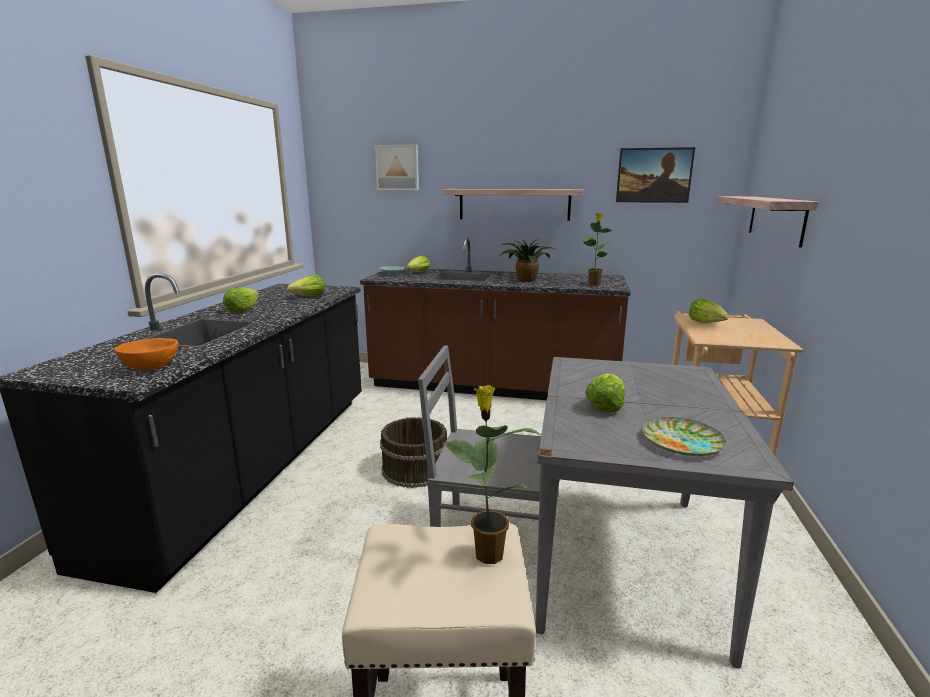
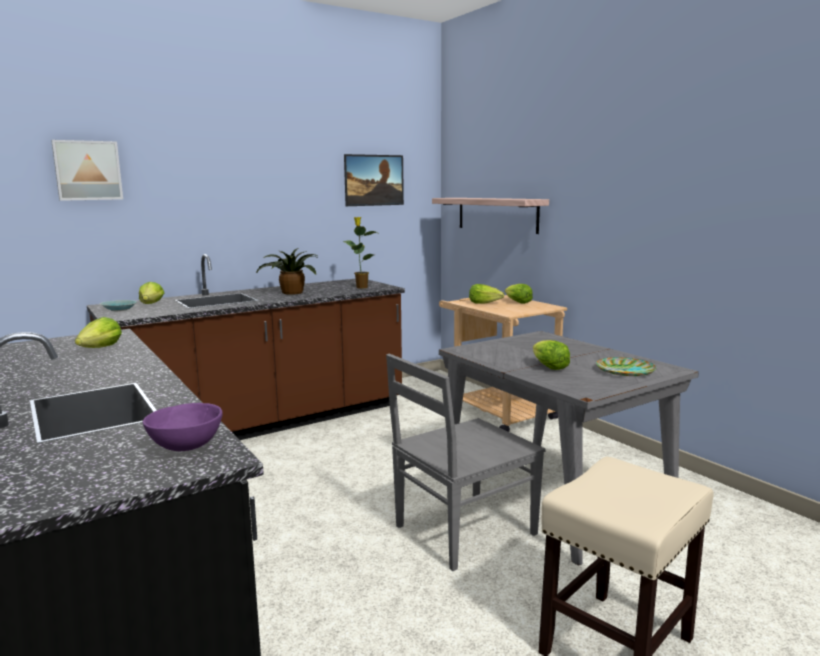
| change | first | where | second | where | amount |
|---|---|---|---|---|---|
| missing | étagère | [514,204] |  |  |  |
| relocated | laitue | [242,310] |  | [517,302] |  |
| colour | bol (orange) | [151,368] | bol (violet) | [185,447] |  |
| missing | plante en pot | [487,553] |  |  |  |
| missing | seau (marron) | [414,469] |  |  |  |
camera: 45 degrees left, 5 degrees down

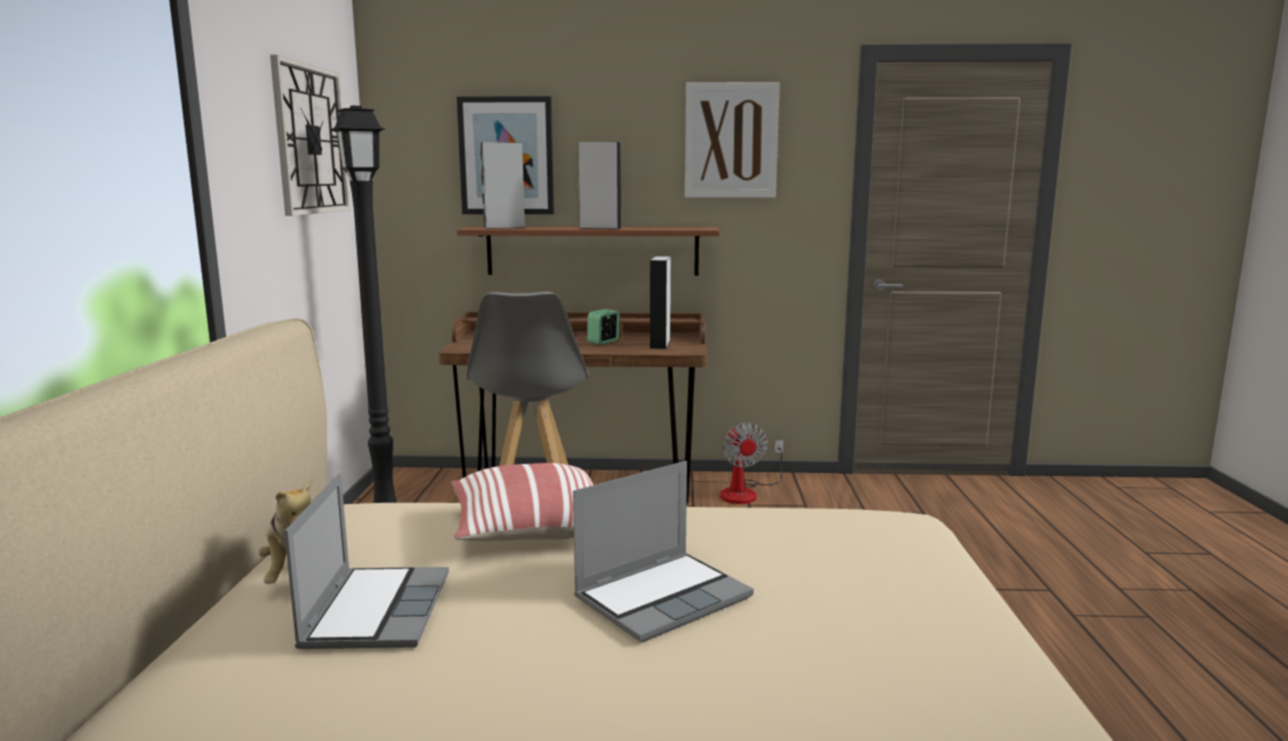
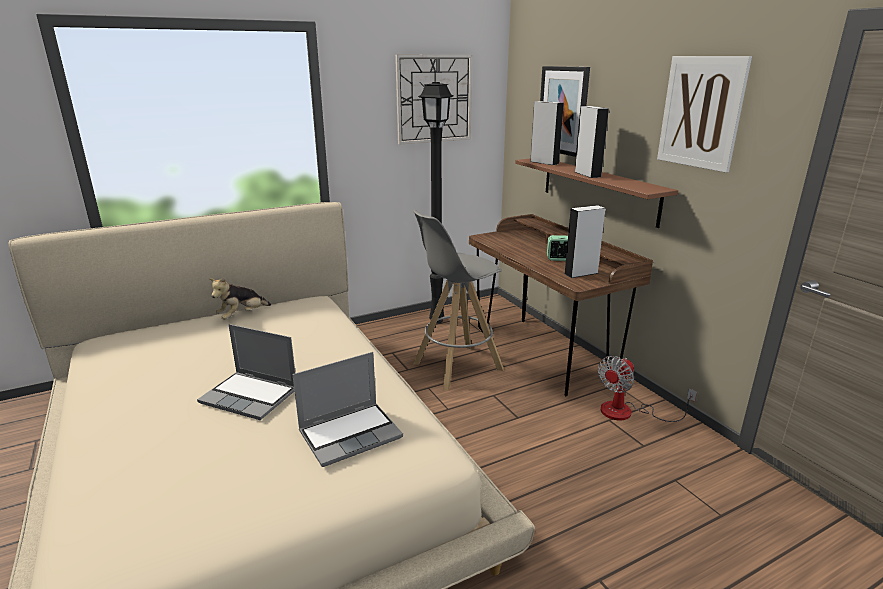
| change | first | where | second | where | amount |
|---|---|---|---|---|---|
| missing | coussin | [527,530] |  |  |  |
| relocated | ordinateur portable | [376,610] |  | [351,434] |  |
camera: 60 degrees right, 10 degrees up

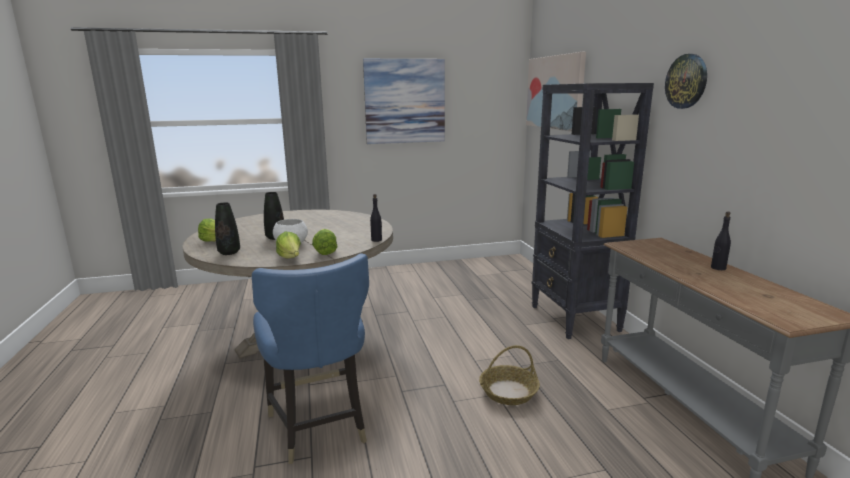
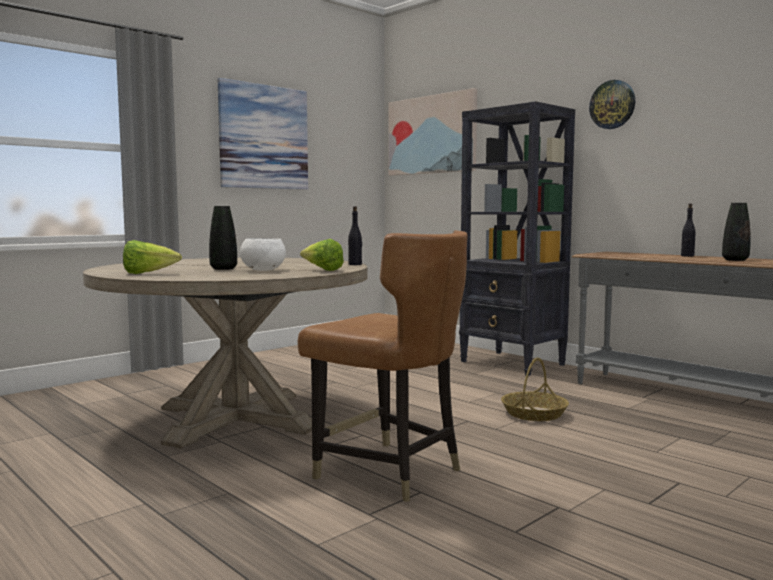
| change | first | where | second | where | amount |
|---|---|---|---|---|---|
| relocated | vase (noir) | [229,252] |  | [735,260] |  |
| missing | laitue | [291,258] |  |  |  |
| colour | chaise (bleu) | [319,426] | chaise (marron) | [389,472] |  |
camera: 30 degrees left, 10 degrees down

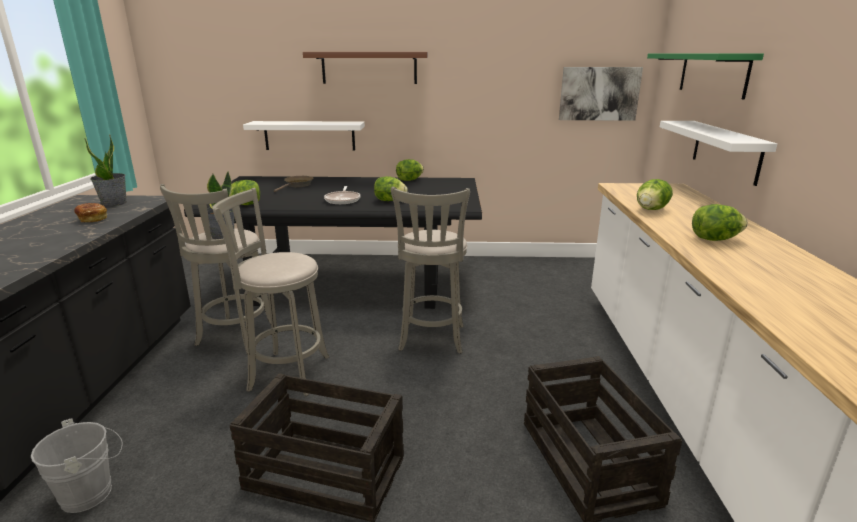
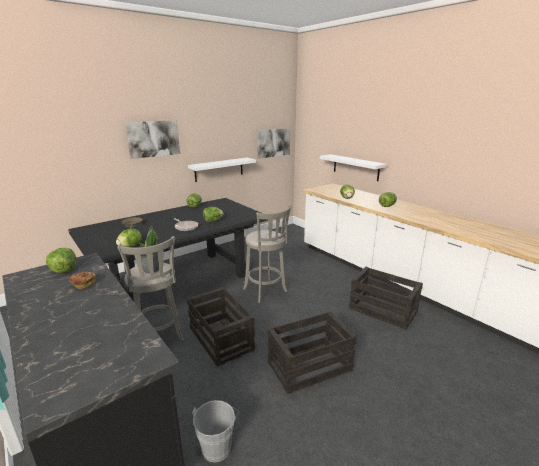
| change | first | where | second | where | amount |
|---|---|---|---|---|---|
| exchanged | étagère (marron) | [369,68] | tableau | [153,138] |  |
| missing | étagère (vert) | [712,73] |  |  |  |
| relocated | étagère (blanc) | [309,135] |  | [219,169] |  |
| exchanged | plante en pot | [114,203] | laitue | [64,270] |  |
| exchanged | tabouret (gris) | [285,372] | caisse | [220,339] |  |
camera: 40 degrees left, 0 degrees up

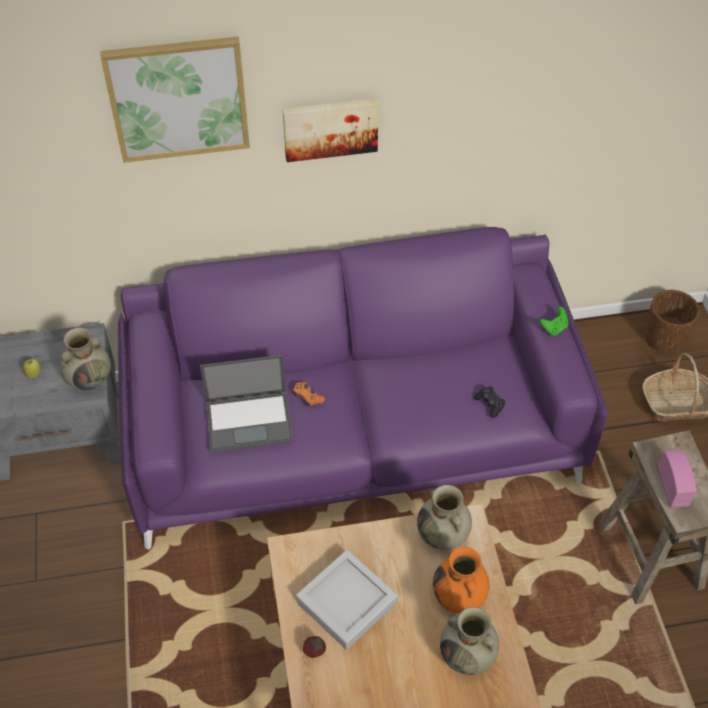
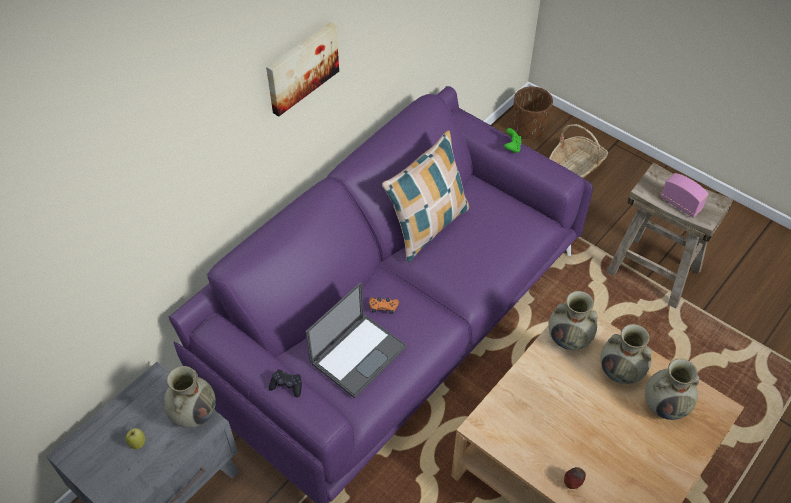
| change | first | where | second | where | amount |
|---|---|---|---|---|---|
| missing | tableau | [178,98] |  |  |  |
| relocated | manette (noir) | [490,404] |  | [287,386] |  |
| colour | vase (orange) | [459,597] | vase (beige) | [621,371] |  |
| missing | plateau (gris) | [346,602] |  |  |  |
| appeared |  |  | coussin | [427,227] |  |
camera: 40 degrees left, 0 degrees up

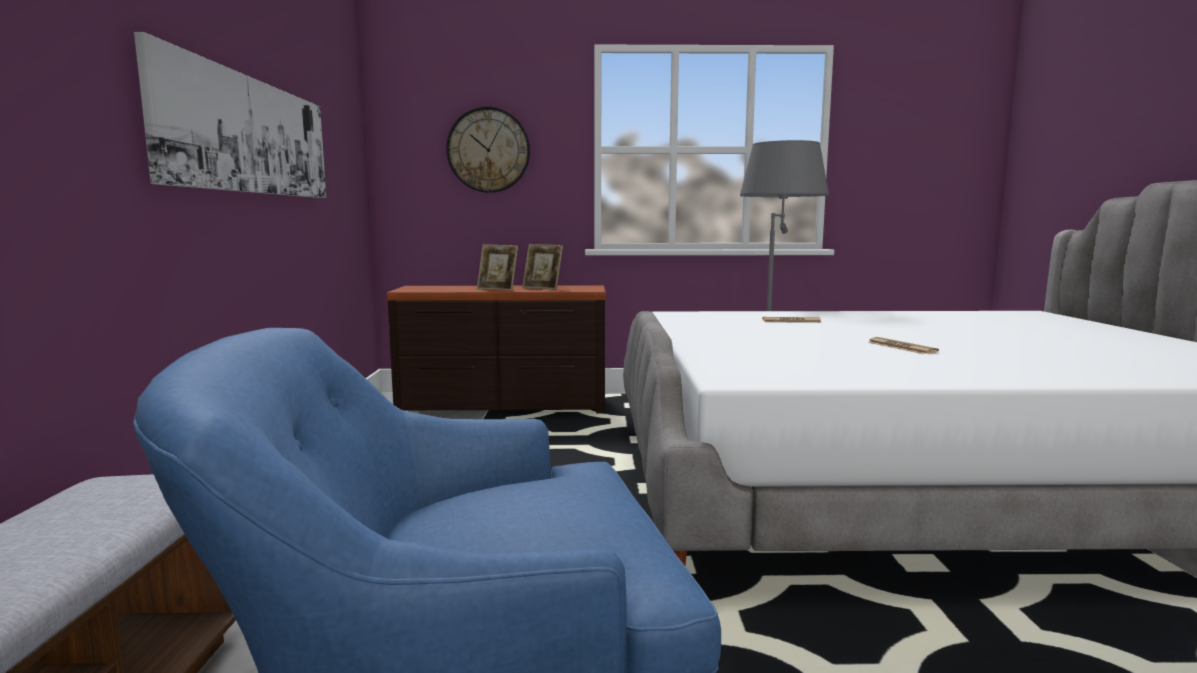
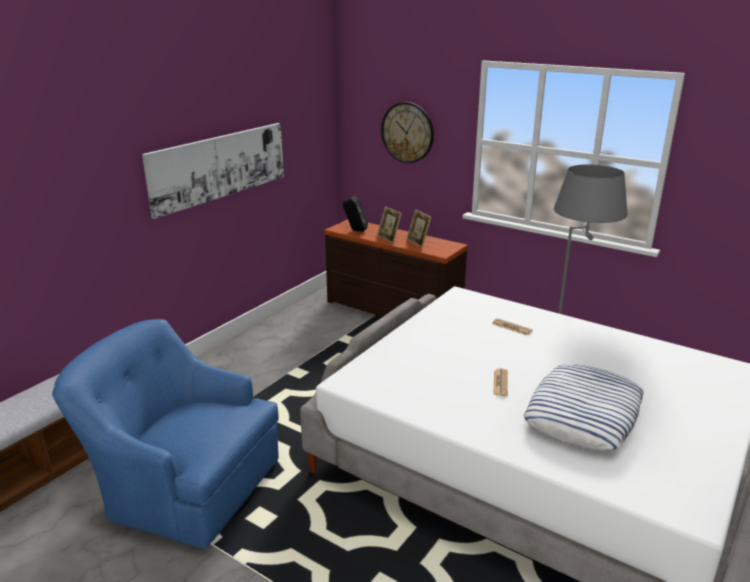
| change | first | where | second | where | amount |
|---|---|---|---|---|---|
| appeared |  |  | enceinte (noir) | [355,230] |  |
| appeared |  |  | coussin | [583,414] |  |
camera: 35 degrees right, 15 degrees up

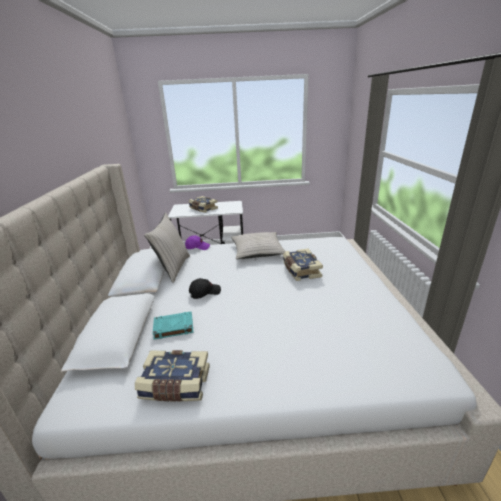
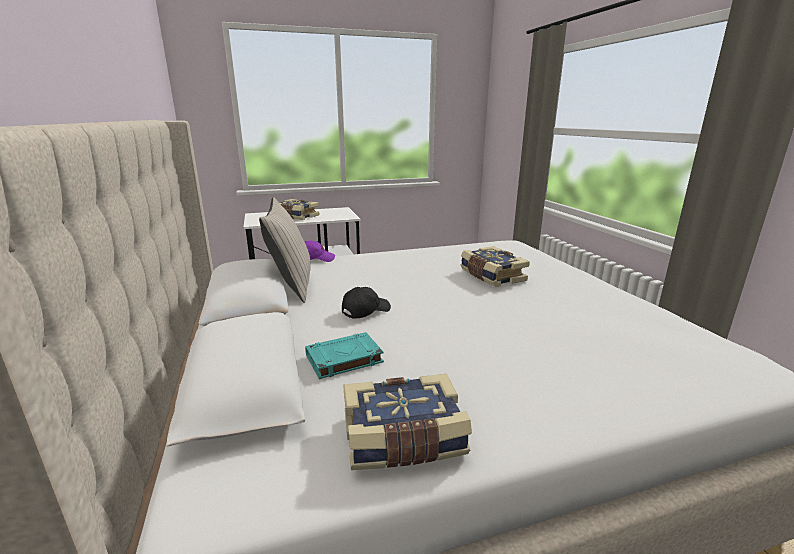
| change | first | where | second | where | amount |
|---|---|---|---|---|---|
| missing | coussin (beige) | [257,251] |  |  |  |
camera: 15 degrees left, 5 degrees down

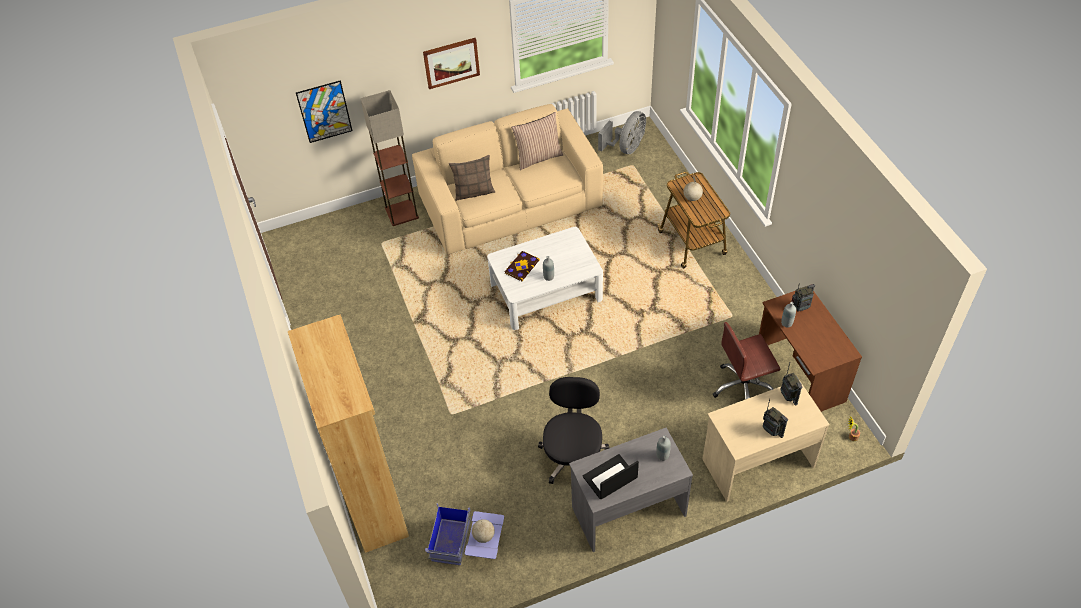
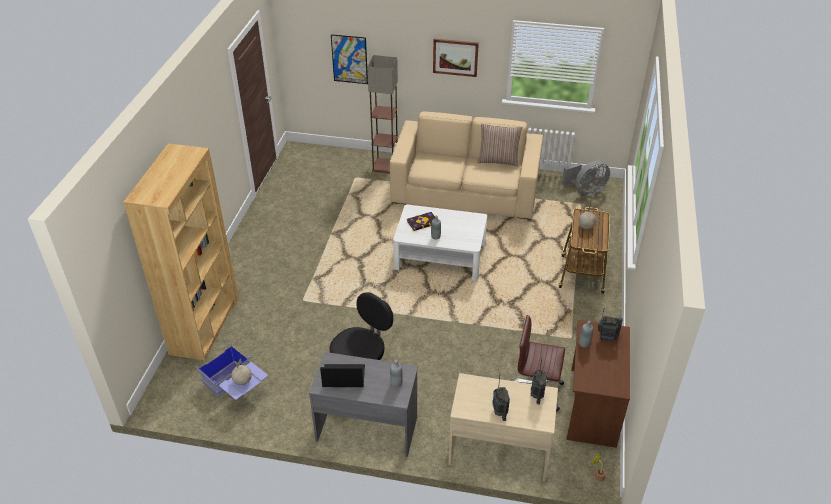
| change | first | where | second | where | amount |
|---|---|---|---|---|---|
| missing | coussin | [474,192] |  |  |  |
camera: 30 degrees right, 10 degrees down

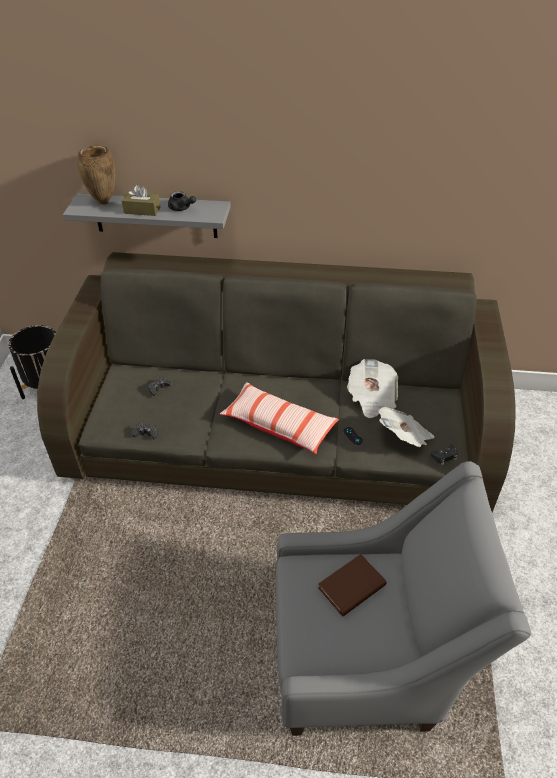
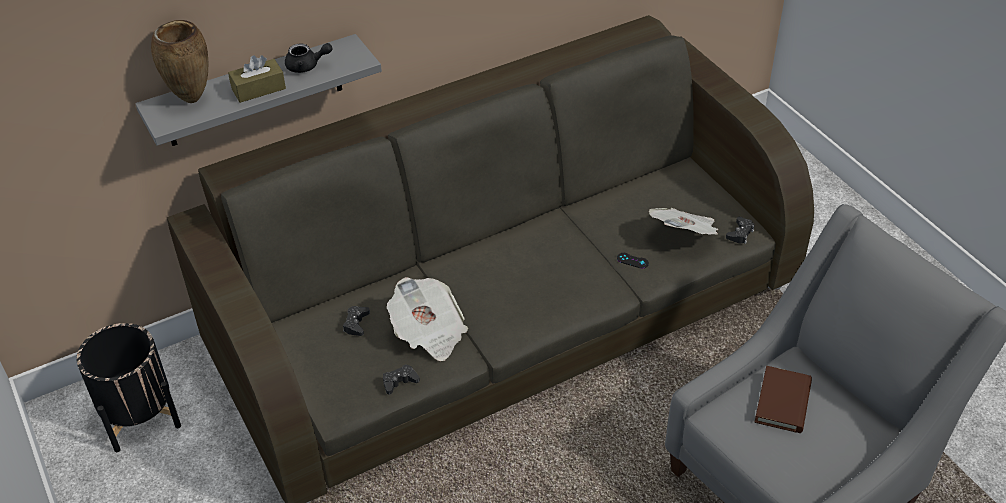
| change | first | where | second | where | amount |
|---|---|---|---|---|---|
| relocated | journal | [371,398] |  | [429,332] |  |
| missing | coussin | [279,425] |  |  |  |
camera: 35 degrees left, 0 degrees up

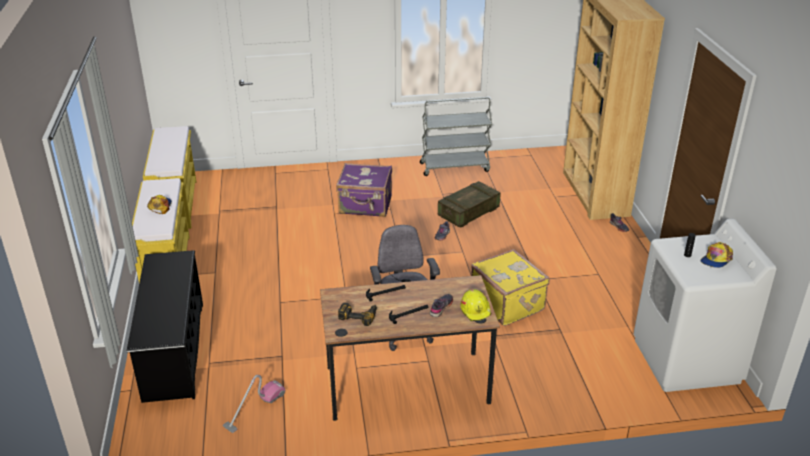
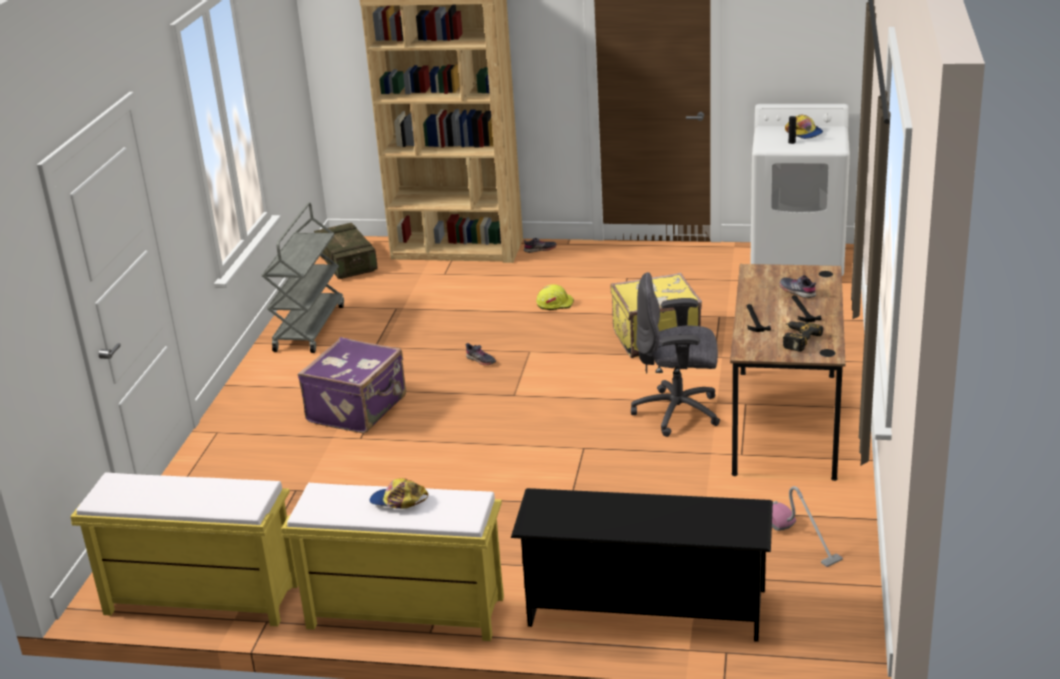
| change | first | where | second | where | amount |
|---|---|---|---|---|---|
| relocated | caisse | [468,213] |  | [347,263] |  |
| relocated | casque de chantier (jaune) | [476,310] |  | [555,303] |  |
camera: 70 degrees left, 5 degrees down

